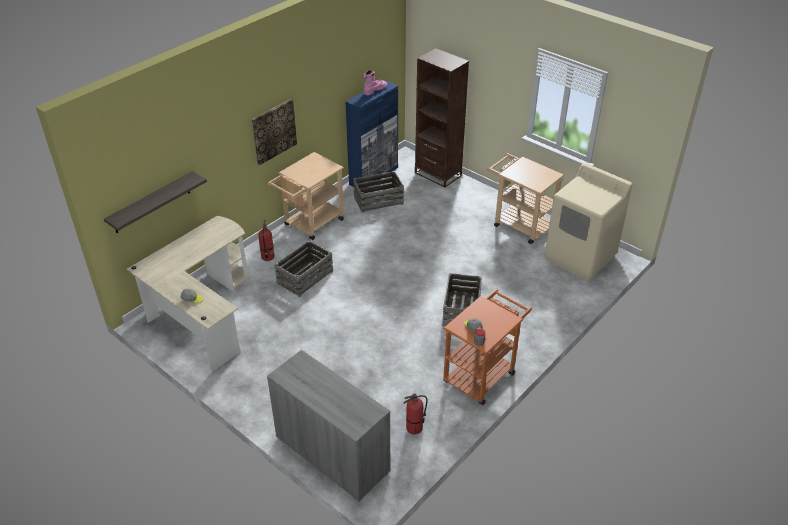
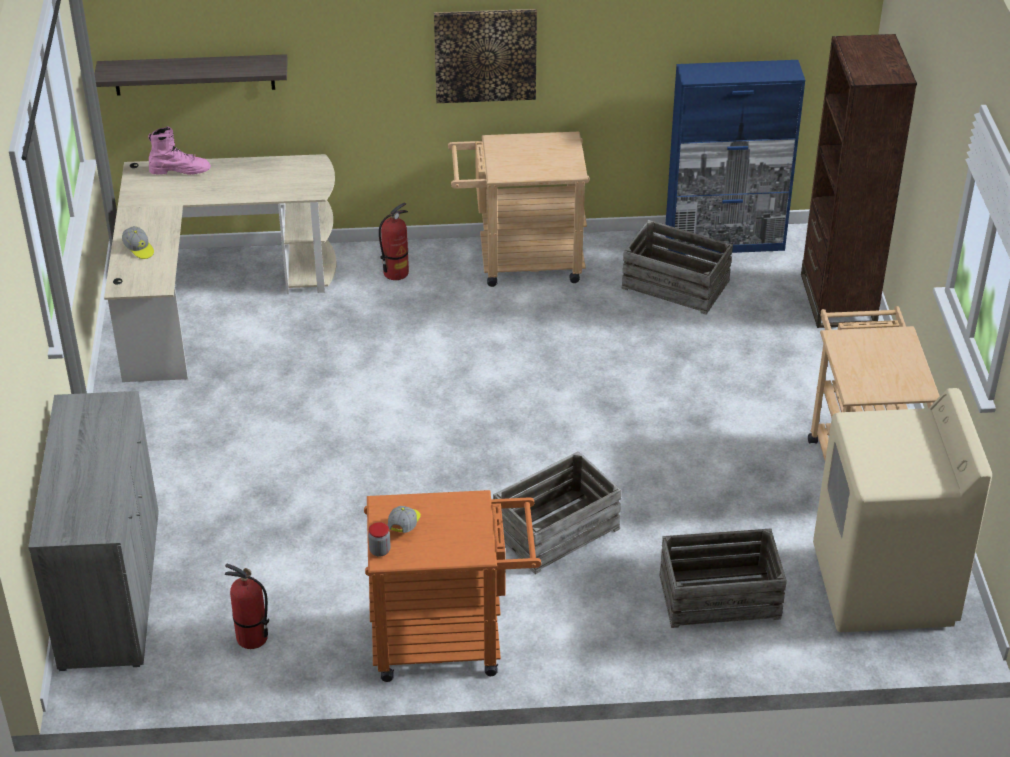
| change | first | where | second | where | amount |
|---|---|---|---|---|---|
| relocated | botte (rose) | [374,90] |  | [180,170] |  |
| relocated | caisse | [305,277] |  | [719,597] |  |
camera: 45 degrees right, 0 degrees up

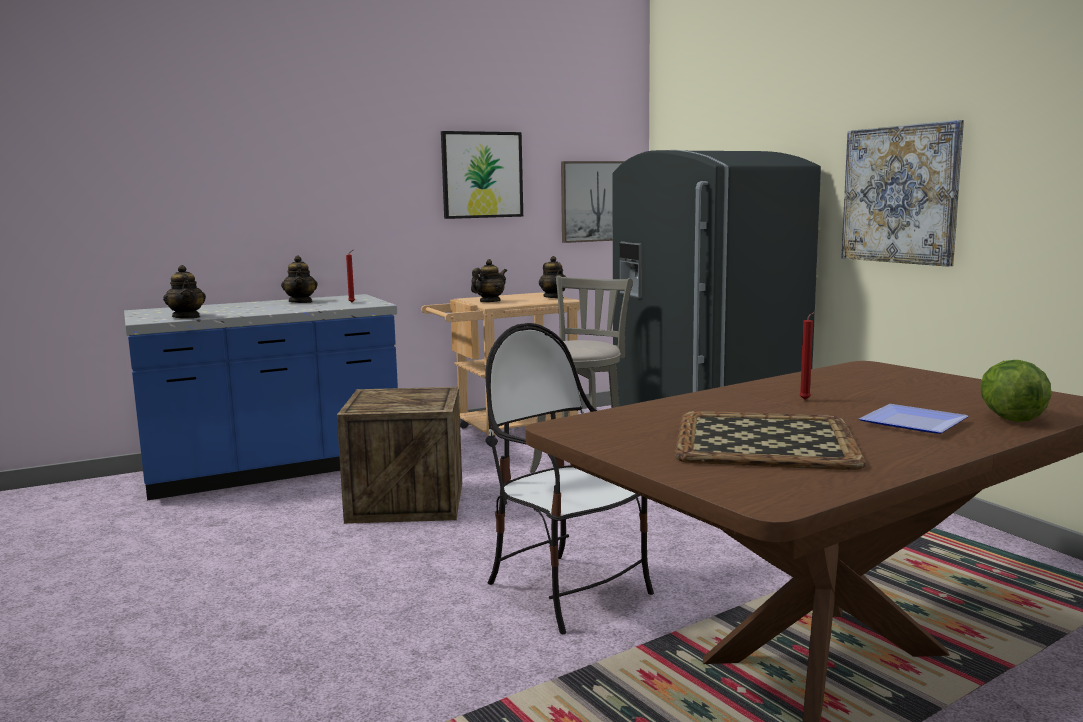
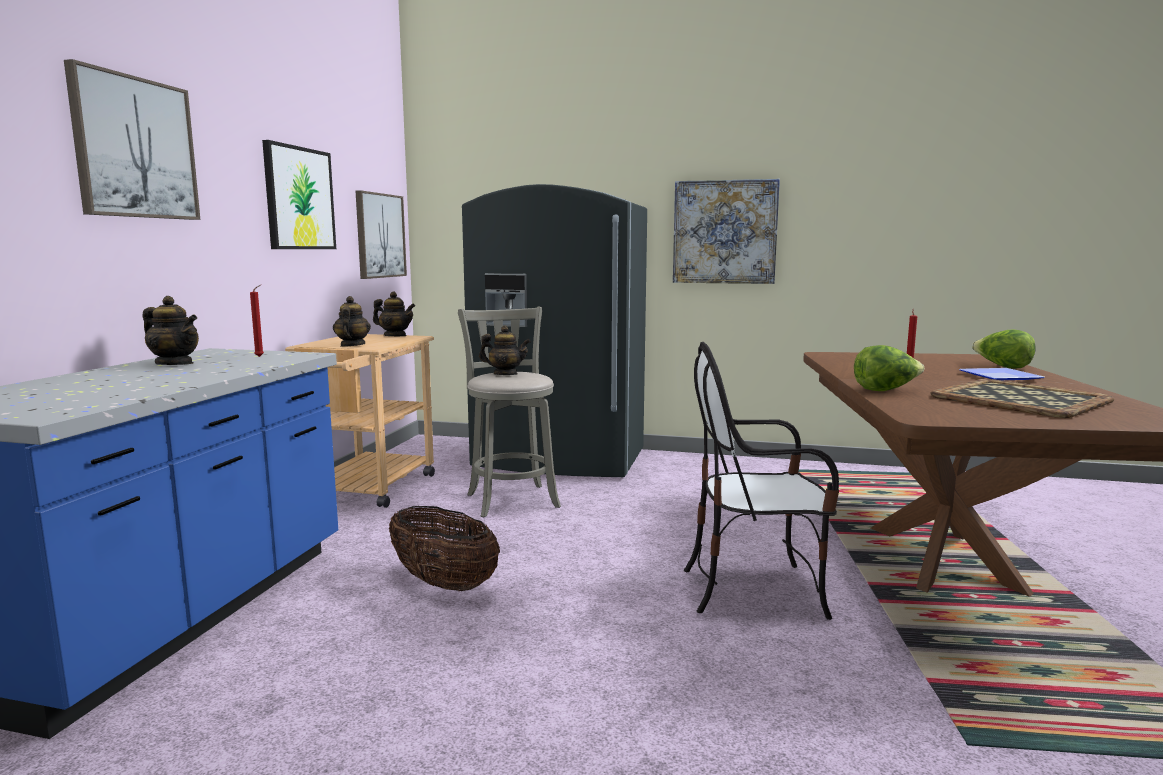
| change | first | where | second | where | amount |
|---|---|---|---|---|---|
| relocated | théière | [187,317] |  | [505,374] |  |
| exchanged | caisse | [406,502] | panier | [444,583] |  |
| appeared |  |  | tableau | [135,148] |  |
| appeared |  |  | laitue | [885,390] |  |
camera: 50 degrees left, 0 degrees up

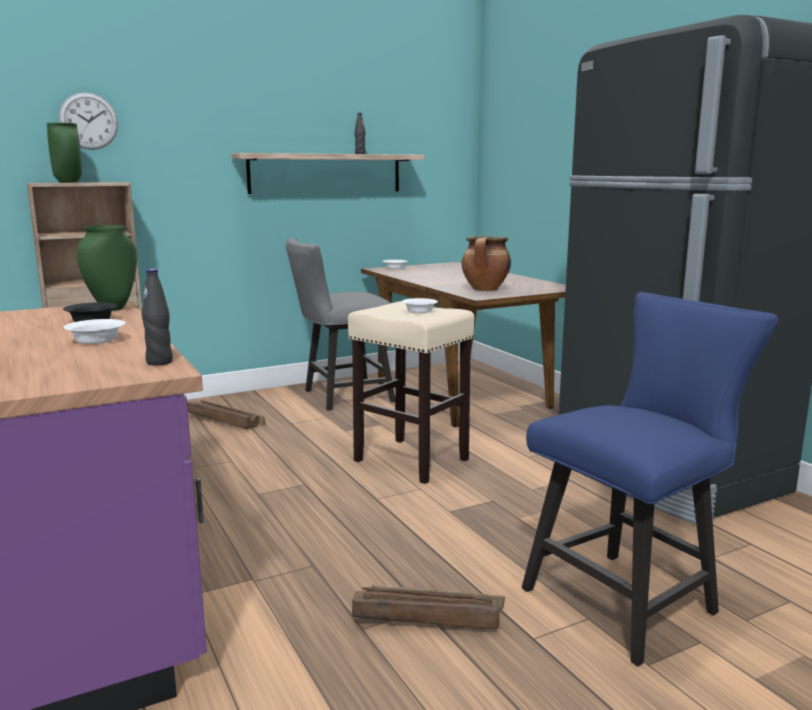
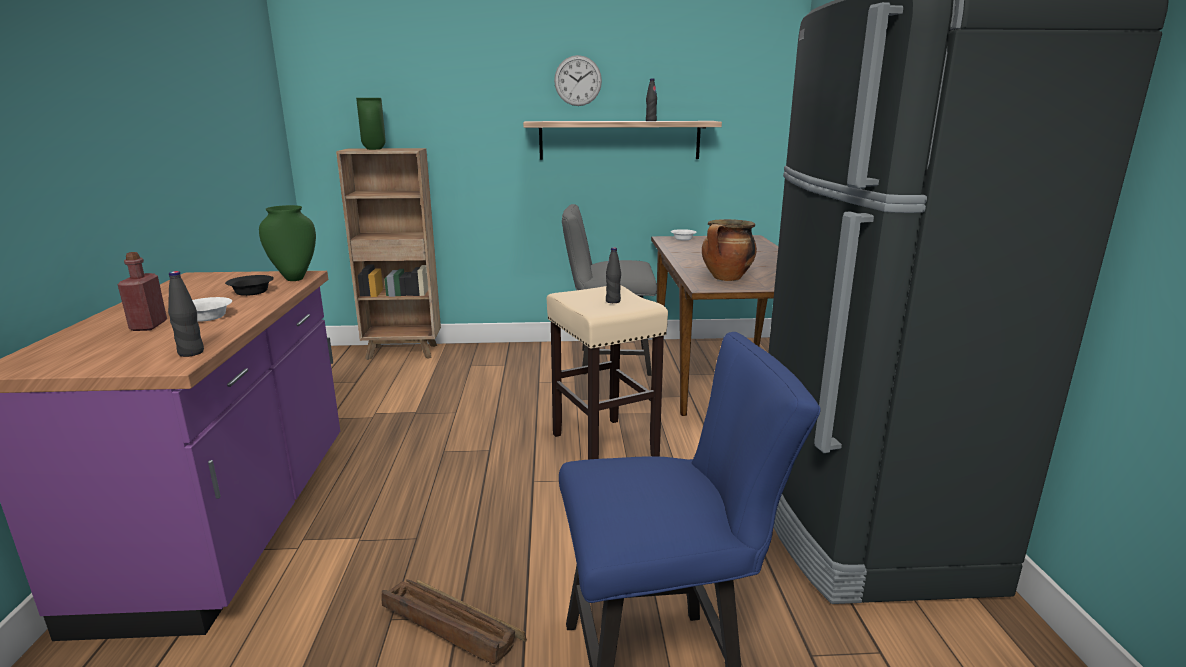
| change | first | where | second | where | amount |
|---|---|---|---|---|---|
| relocated | horloge murale | [88,121] |  | [578,81] |  |
| exchanged | bol (blanc) | [420,311] | bouteille (noir) | [613,301] |  |
| missing | caisse | [224,421] |  |  |  |
| appeared |  |  | bouteille (rouge) | [148,326] |  |
camera: 25 degrees right, 5 degrees up

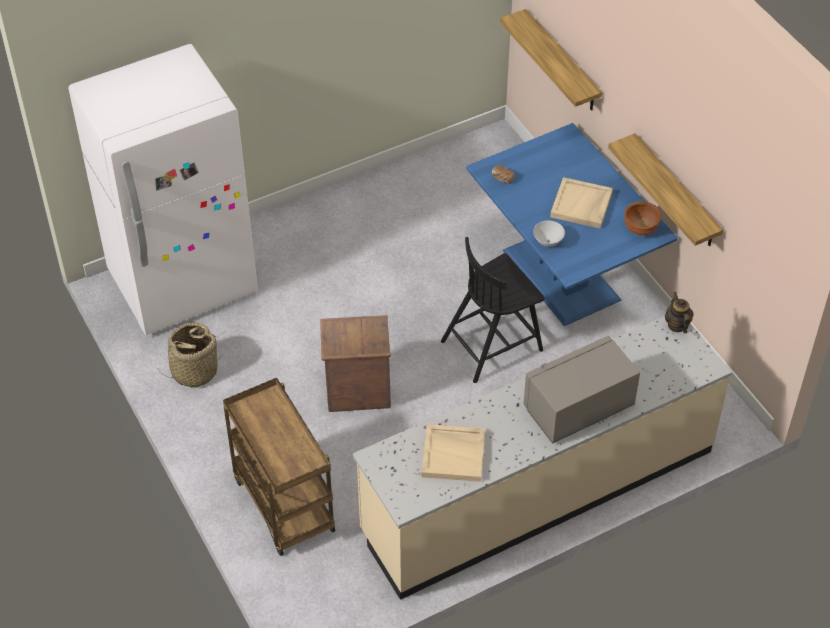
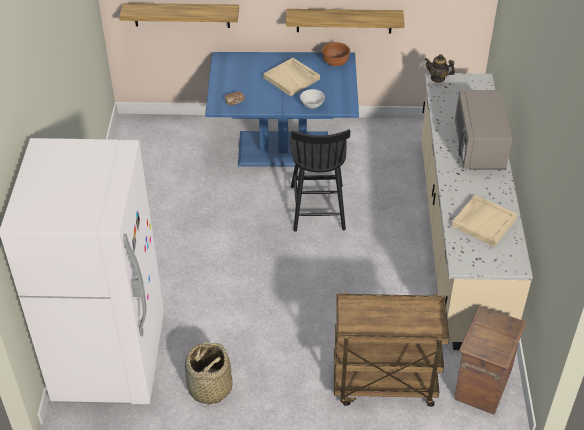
| change | first | where | second | where | amount |
|---|---|---|---|---|---|
| relocated | caisse | [357,392] |  | [482,385] |  |
camera: 60 degrees left, 5 degrees down

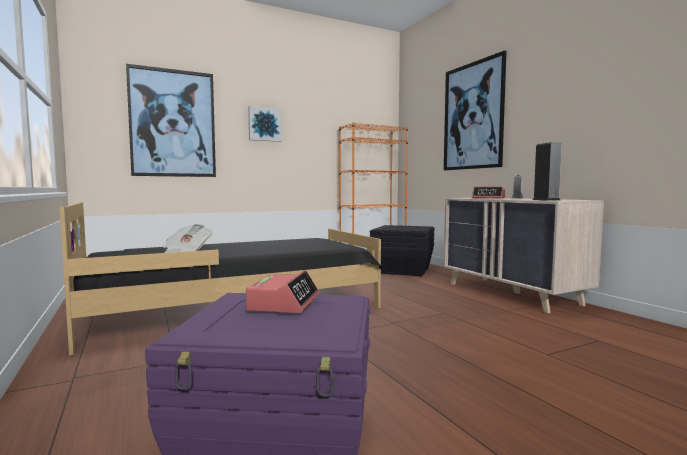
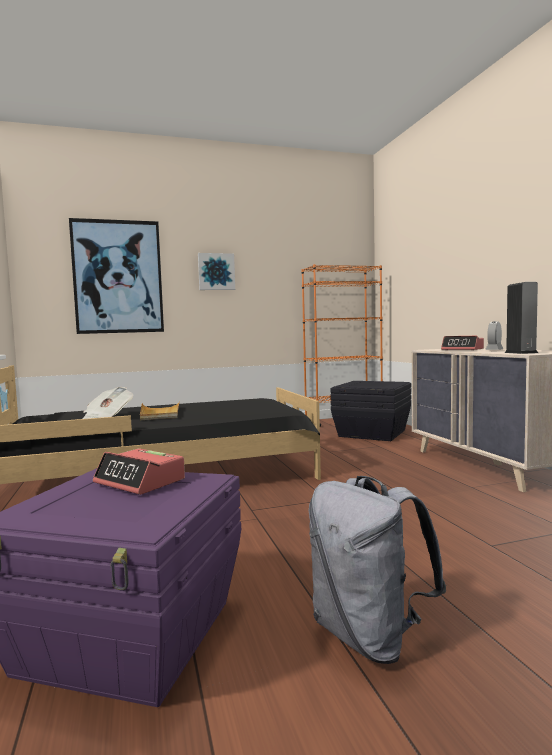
| change | first | where | second | where | amount |
|---|---|---|---|---|---|
| missing | tableau | [473,116] |  |  |  |
| spun | réveil | [284,303] |  | [140,481] | 105 degrees clockwise |
| appeared |  |  | plateau (beige) | [160,413] |  |
| appeared |  |  | sac à dos (gris) | [369,636] |  |
camera: 10 degrees right, 0 degrees up

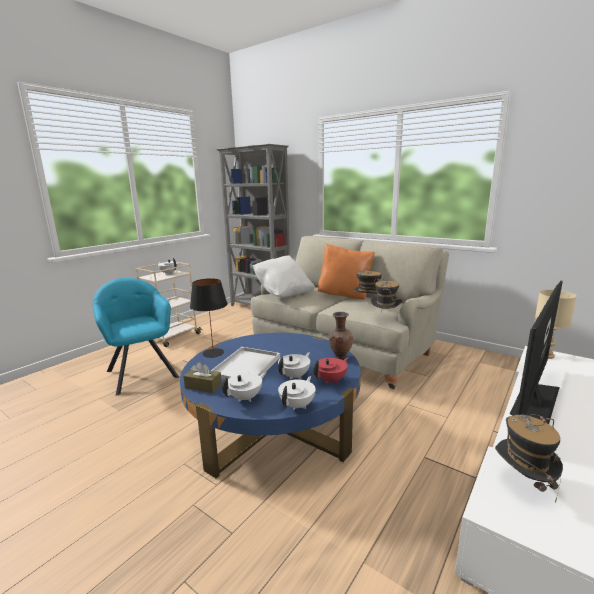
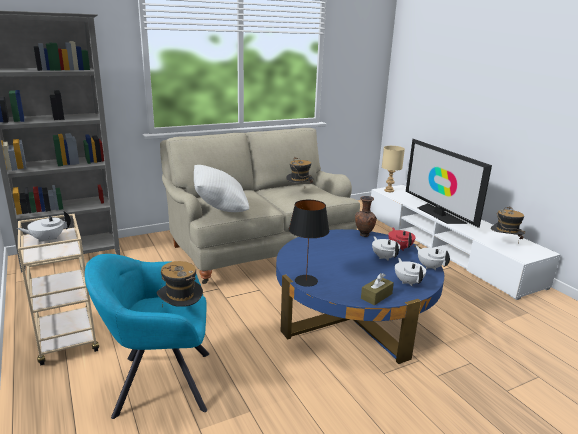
| change | first | where | second | where | amount |
|---|---|---|---|---|---|
| missing | coussin (orange) | [345,296] |  |  |  |
| relocated | chapeau | [385,318] |  | [181,314] |  |
| missing | plateau (blanc) | [246,367] |  |  |  |
camera: 65 degrees left, 5 degrees up

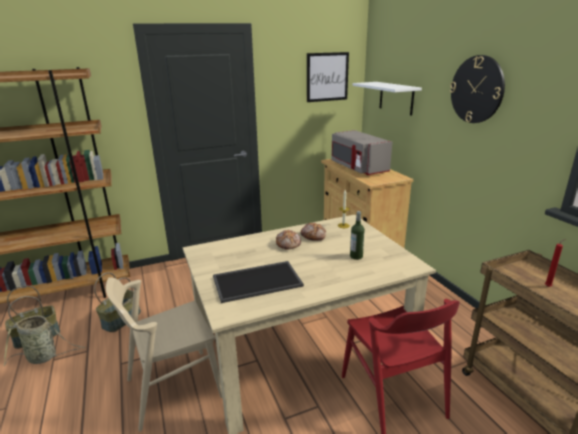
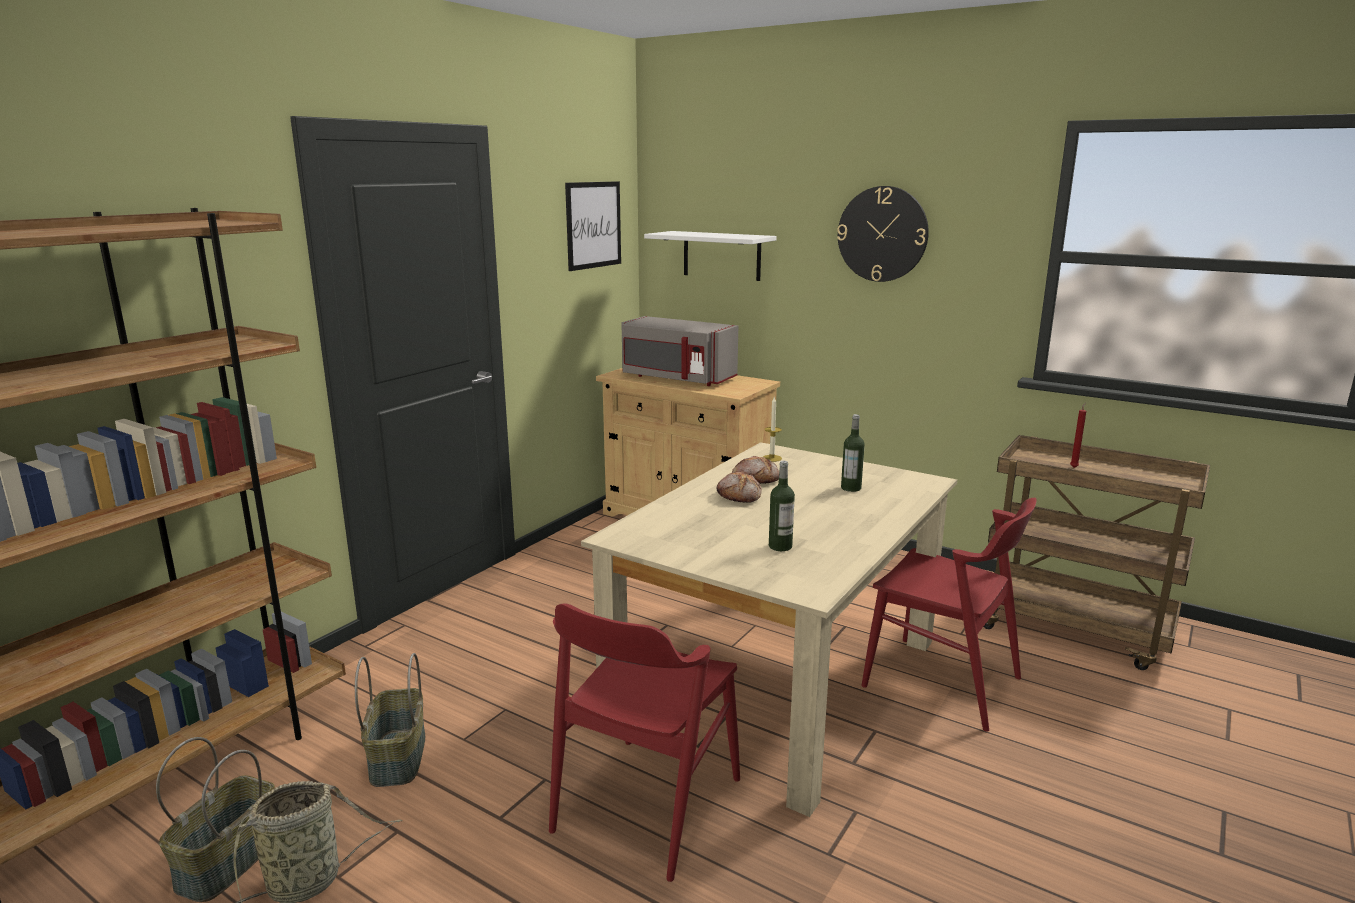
| change | first | where | second | where | amount |
|---|---|---|---|---|---|
| exchanged | plateau | [257,280] | bouteille | [780,546] |  |
| colour | chaise (beige) | [173,387] | chaise (rouge) | [647,804] |  |
camera: 35 degrees left, 5 degrees down

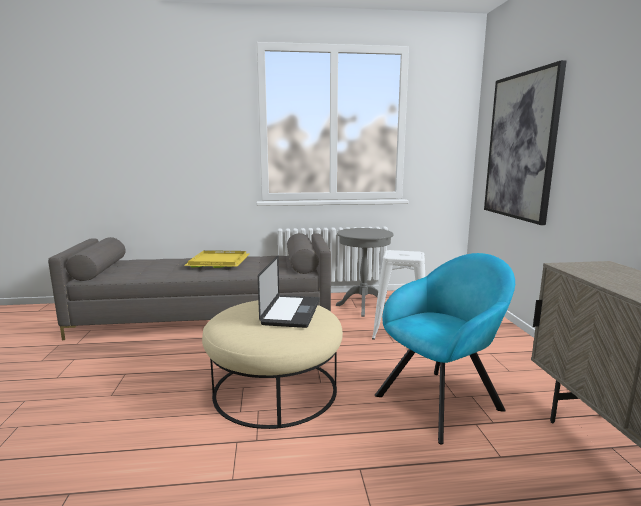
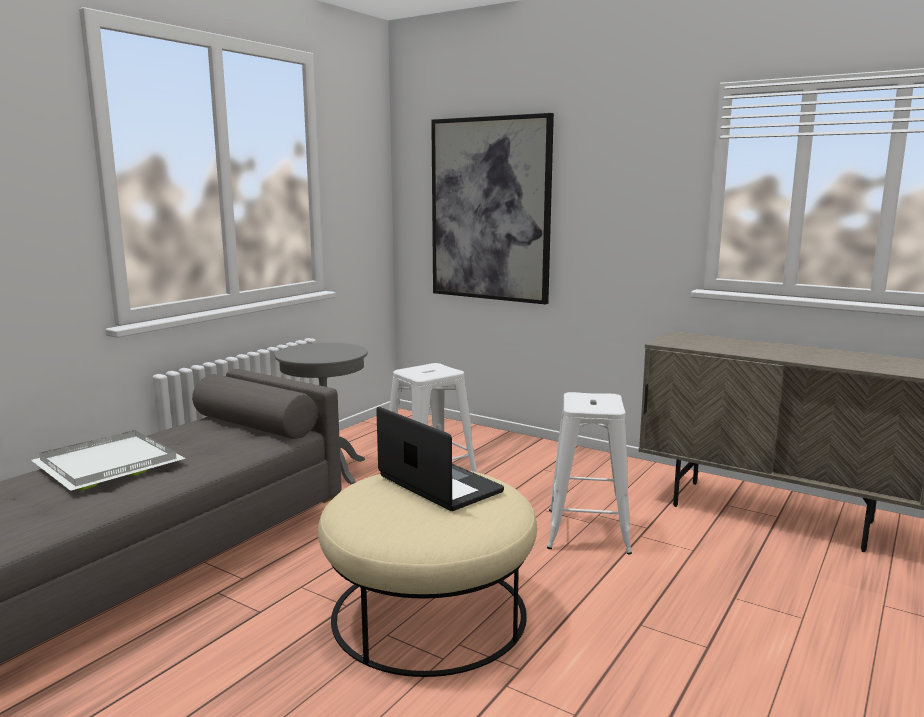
| change | first | where | second | where | amount |
|---|---|---|---|---|---|
| colour | plateau (jaune) | [217,262] | plateau (blanc) | [107,465] |  |
| exchanged | fauteuil (turquoise) | [443,400] | tabouret (blanc) | [587,531] |  |
camera: 50 degrees left, 0 degrees up

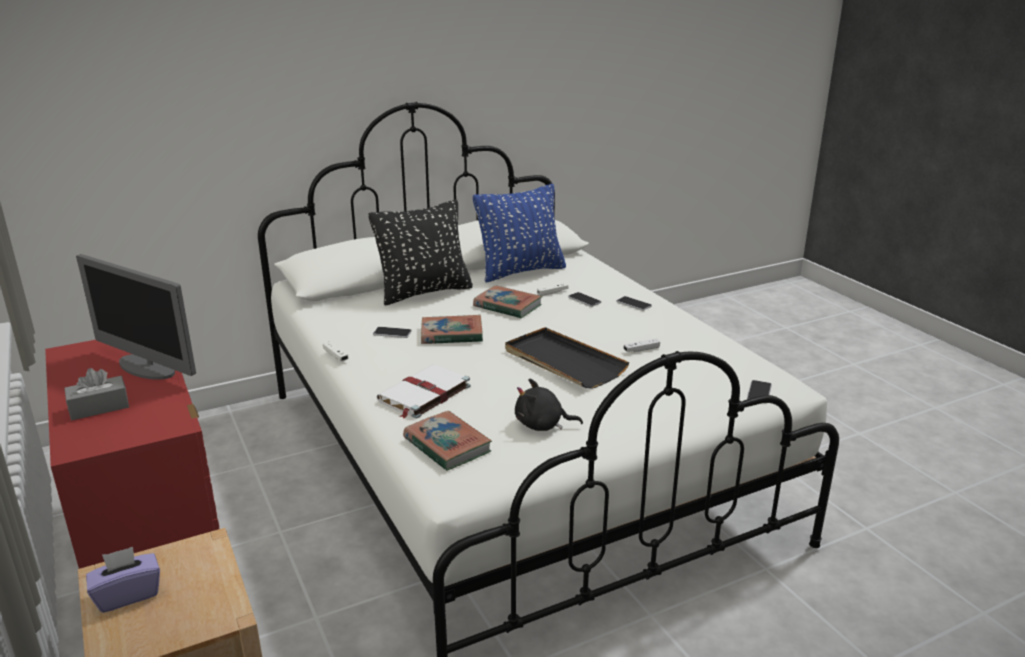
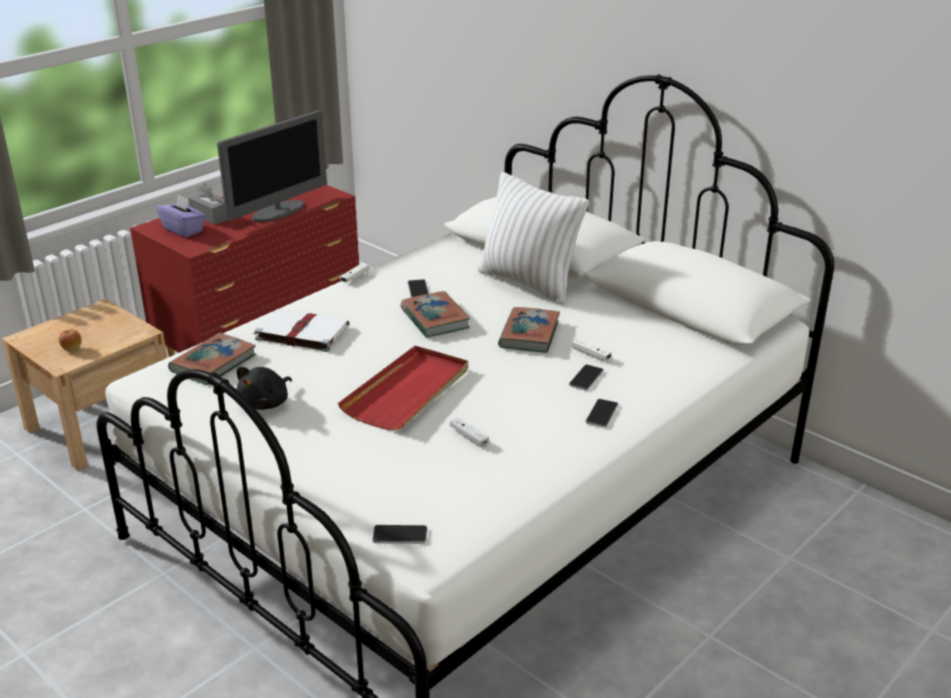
| change | first | where | second | where | amount |
|---|---|---|---|---|---|
| missing | coussin (bleu) | [520,271] |  |  |  |
| colour | coussin (noir) | [424,292] | coussin (blanc) | [529,283] |  |
| spun | écran d'ordinateur | [147,368] |  | [278,211] | 150 degrees counterclockwise |
| colour | plateau (noir) | [563,362] | plateau (rouge) | [408,392] |  |
| spun | peluche (noir) | [542,425] |  | [266,403] | 135 degrees counterclockwise |
| relocated | boîte à mouchoirs (violet) | [128,594] |  | [183,230] |  |
| appeared |  |  | pomme | [72,349] |  |
camera: 70 degrees right, 5 degrees up

